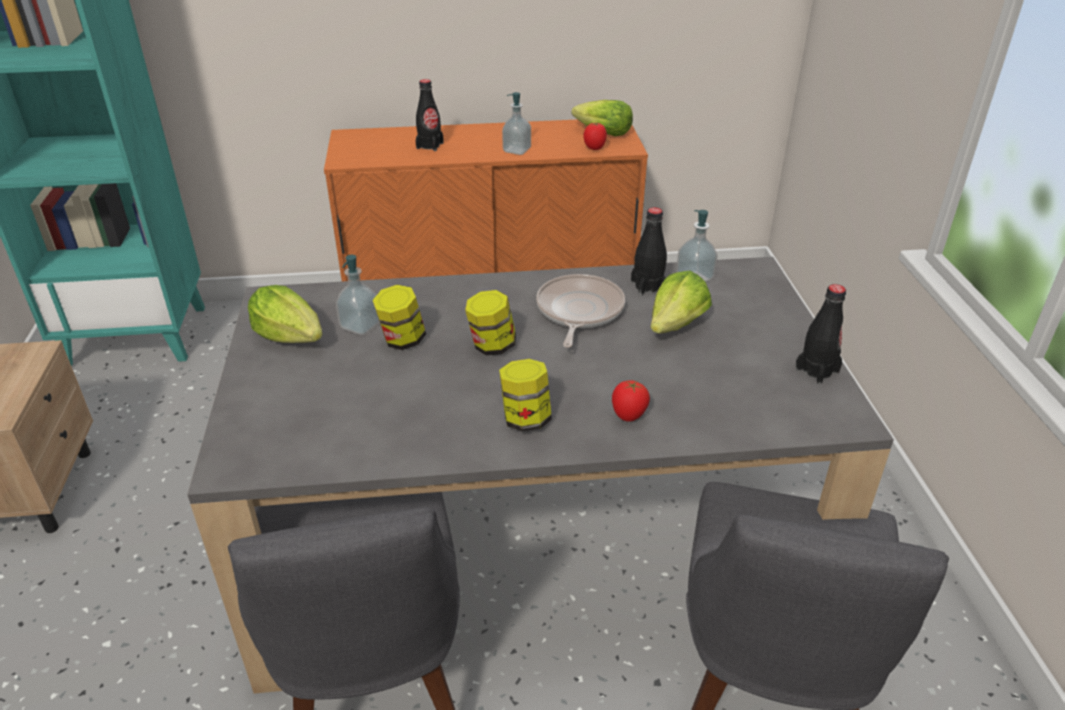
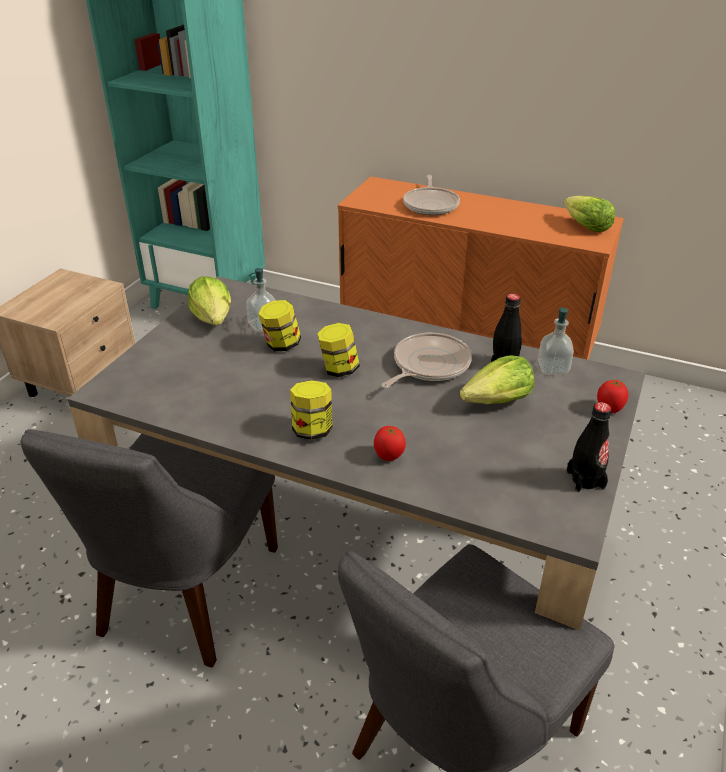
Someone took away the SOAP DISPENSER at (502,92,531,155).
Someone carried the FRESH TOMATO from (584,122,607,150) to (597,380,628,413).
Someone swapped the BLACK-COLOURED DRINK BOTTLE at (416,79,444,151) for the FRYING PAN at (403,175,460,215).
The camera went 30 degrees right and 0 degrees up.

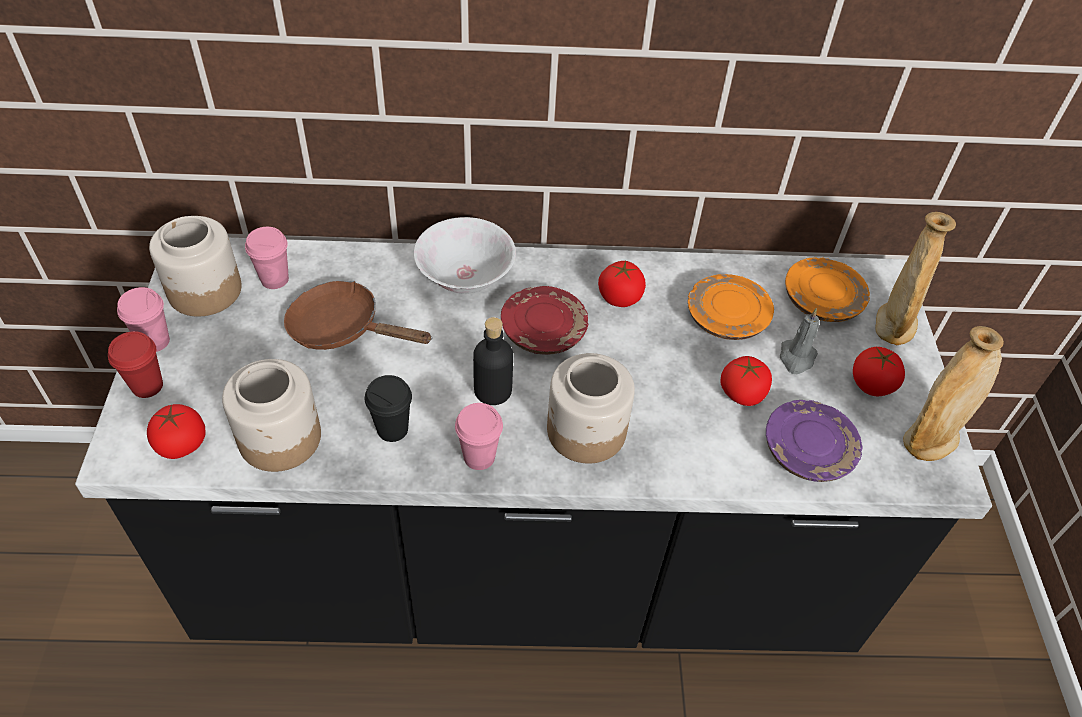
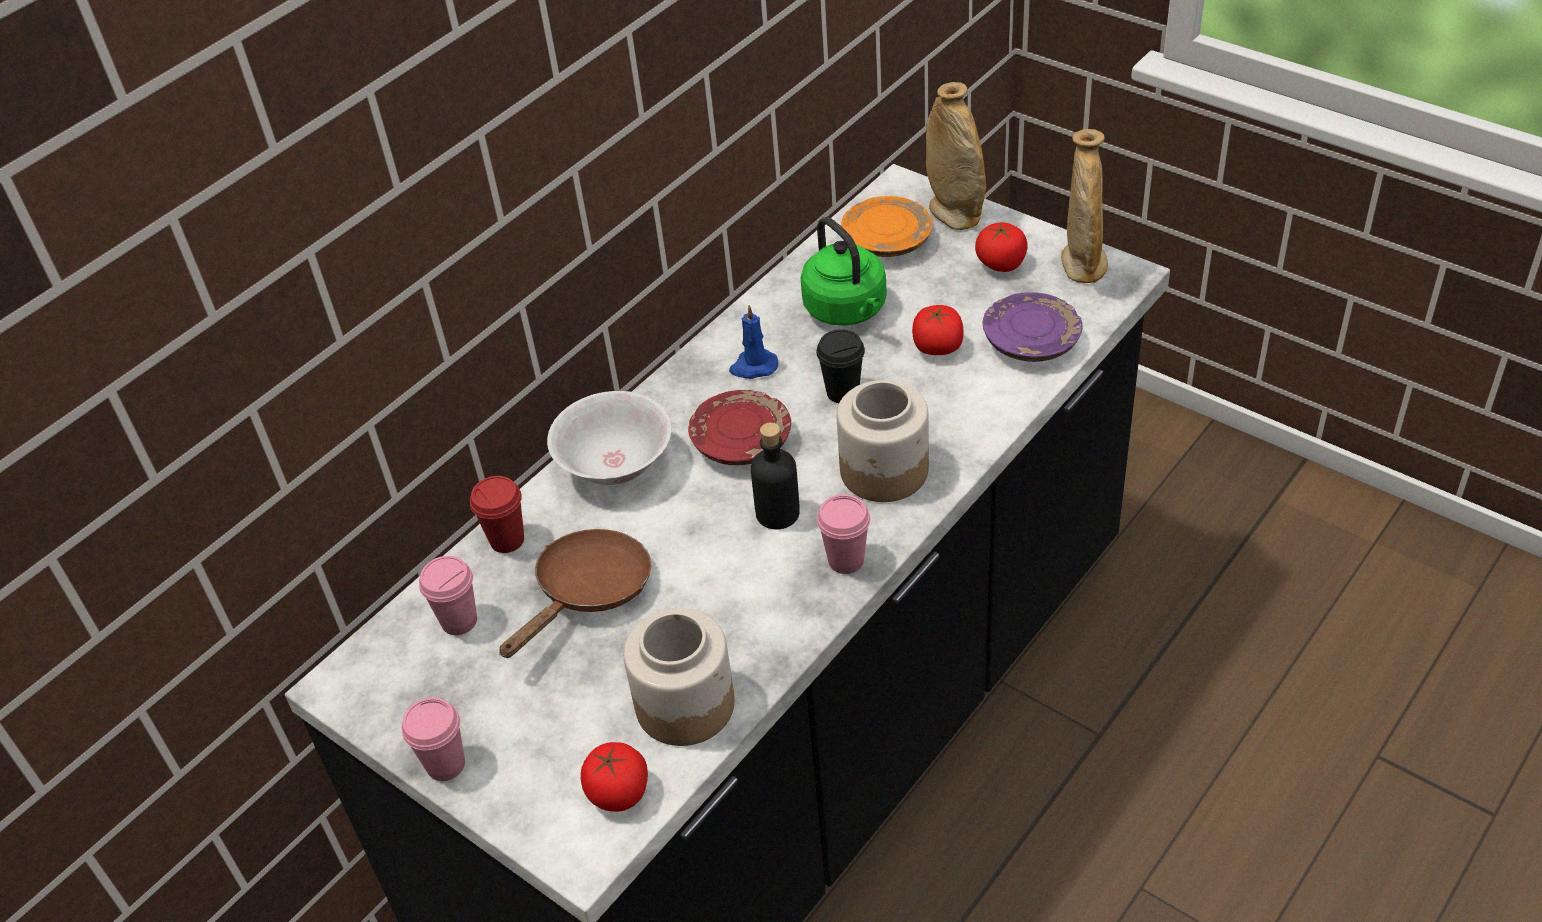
Someone took away the PRESERVE JAR at (149,216,242,317).
Someone took away the GRAY WAX LIGHT at (780,308,820,374).
Someone carried the REDDISH DRINKING CUP from (108,331,163,398) to (470,476,524,553).
Someone carried the BLACK-COLOURED DRINKING CUP from (365,375,412,442) to (816,329,865,403).
Someone swapped the FRESH TOMATO at (598,261,646,307) for the BLUE-COLOURED WAX LIGHT at (729,305,778,379).
Someone swapped the ORANGEY FLAT DISH at (688,274,774,340) for the GREENISH TEA KETTLE at (800,217,887,326).
Someone rotated the BROWNISH FRYING PAN at (284,281,432,350) by 150 degrees clockwise.
The camera went 45 degrees left and 5 degrees down.

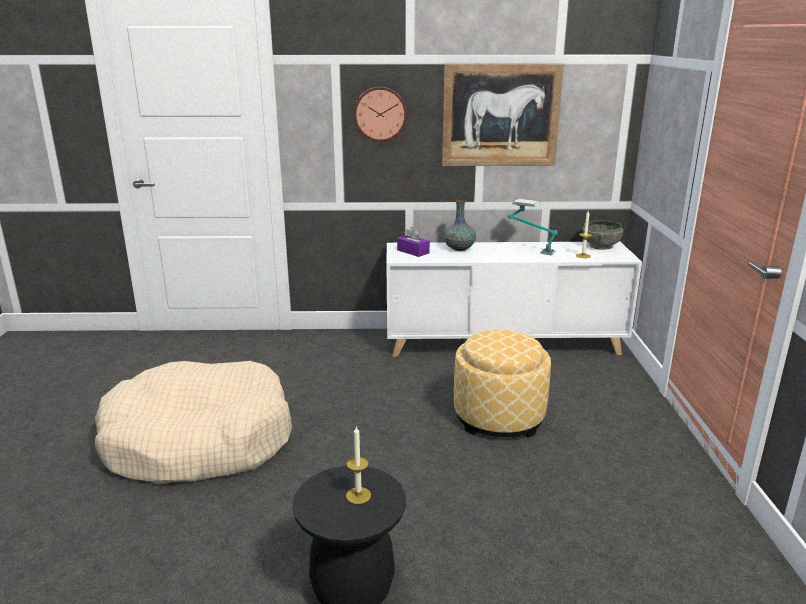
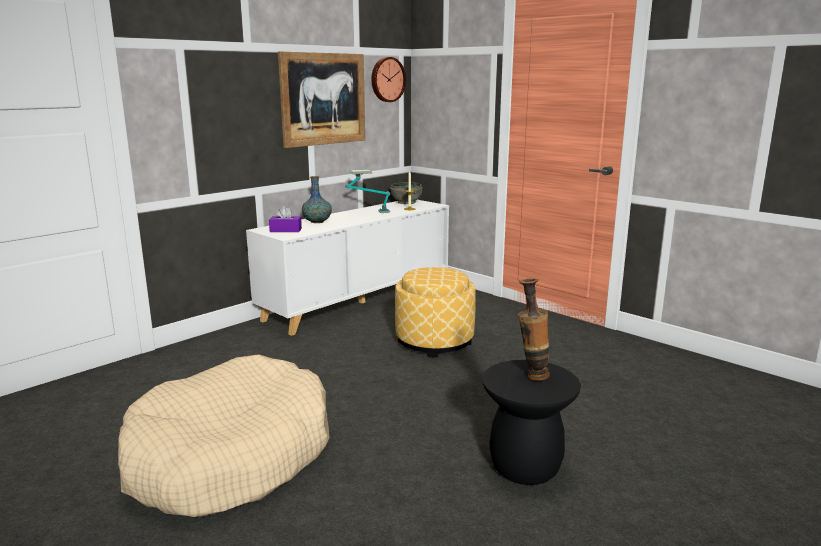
Someone carried the HANGING CLOCK from (354,87,407,142) to (371,57,406,102).
Someone swapped the WAX LIGHT at (346,426,371,504) for the FLOWER VASE at (518,279,550,381).
The camera went 45 degrees left and 5 degrees down.

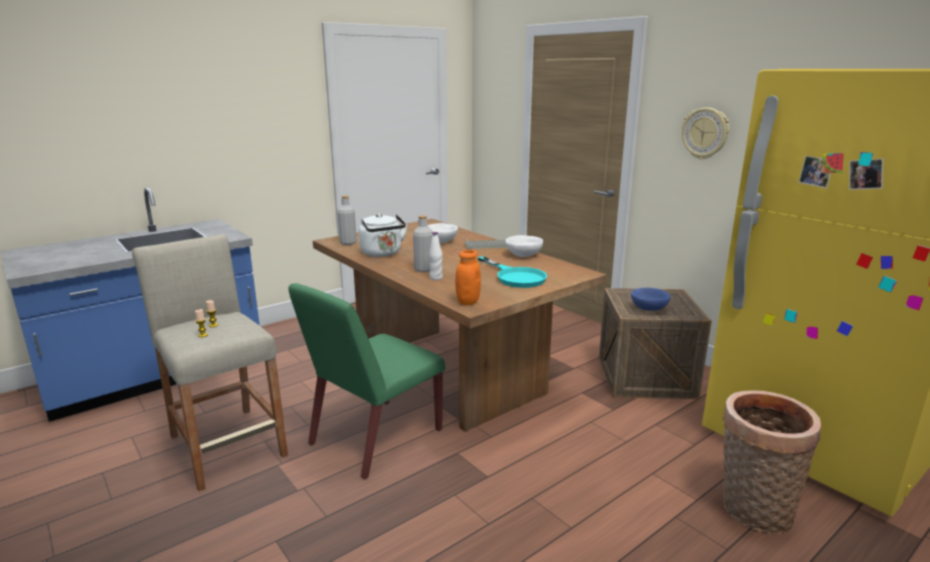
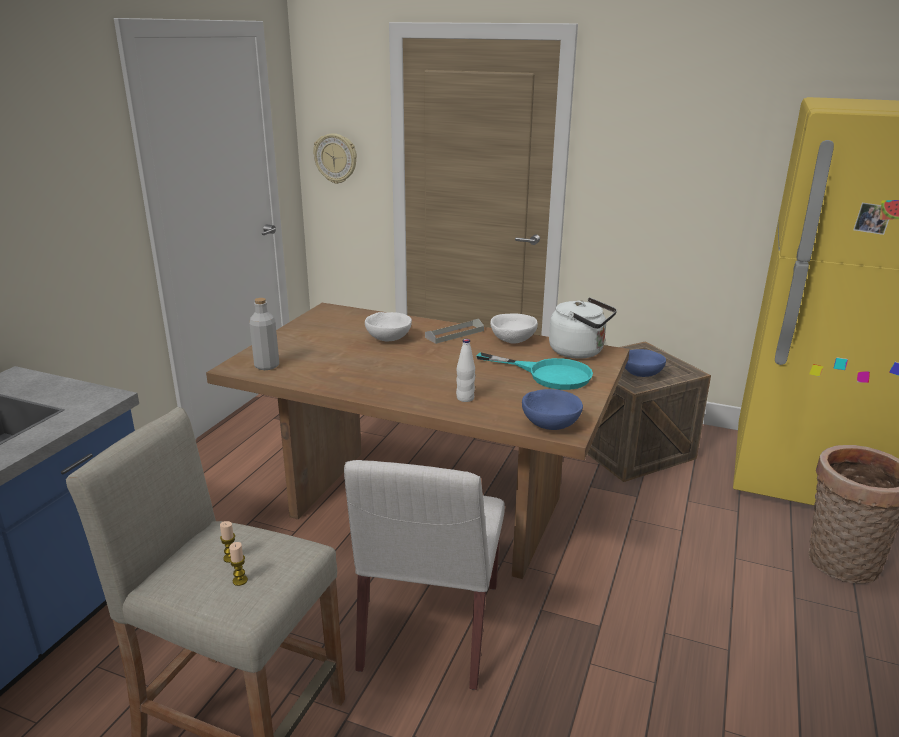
Someone took away the GRAY DRINK BOTTLE at (413,215,433,272).
Someone carried the WHITISH TEA KETTLE from (359,213,407,257) to (549,298,617,359).
Someone carried the HANGING CLOCK from (682,107,729,159) to (313,133,357,184).
Someone swapped the ORANGEY PRESERVE JAR at (455,250,481,305) for the BLUE-COLOURED SERVING BOWL at (522,389,583,430).
Someone repainted the GREENISH UPRIGHT CHAIR at (289,283,445,480), which became the WHITISH UPRIGHT CHAIR at (344,460,505,690).
The camera went 30 degrees left and 5 degrees up.

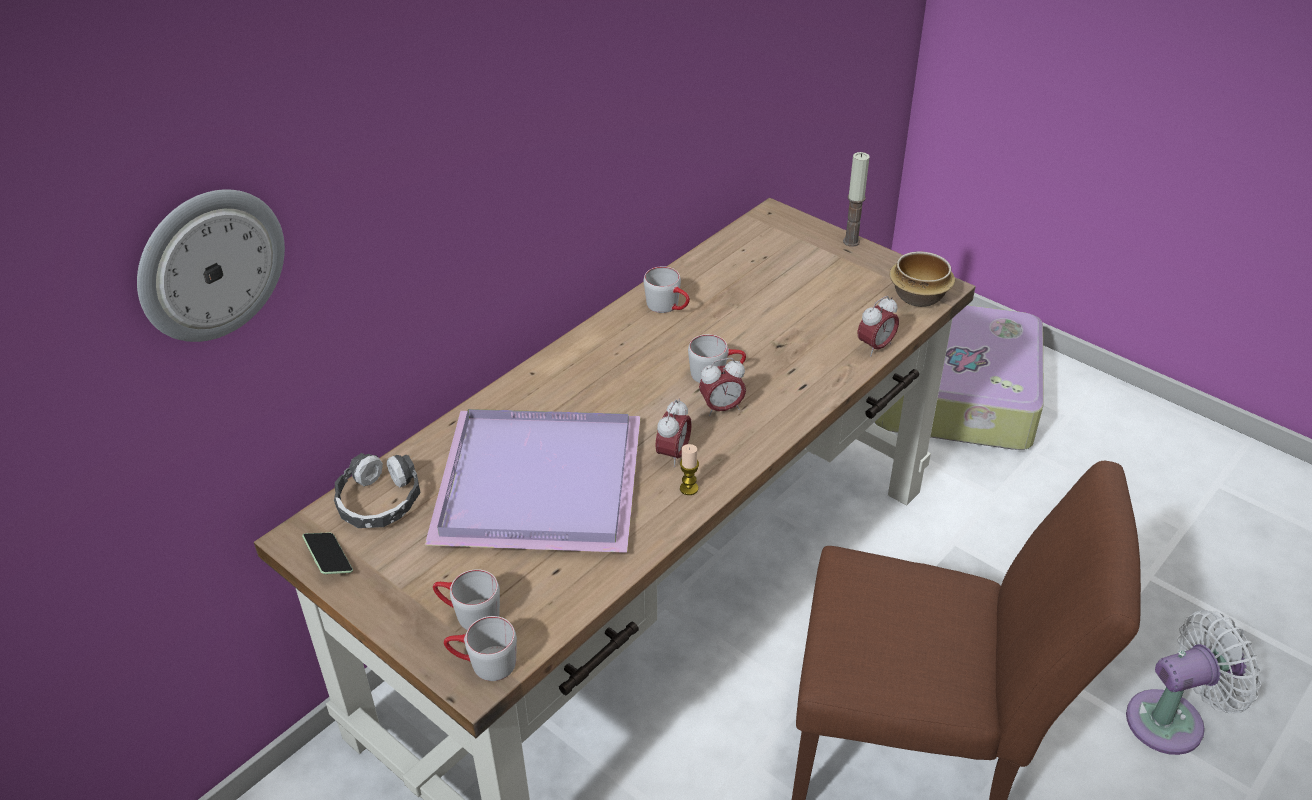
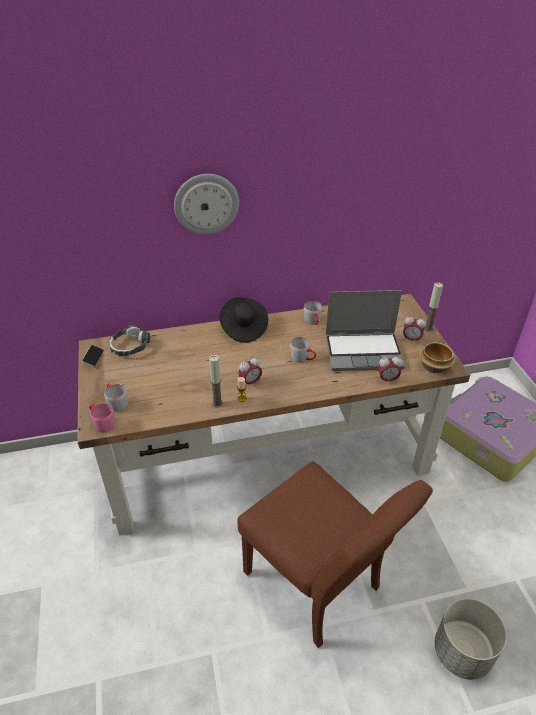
Someone took away the PURPLISH SERVING TRAY at (425,409,641,553).
Someone put down the WAX LIGHT at (209,355,223,408).
Someone put down the BLACK-COLOURED WEARABLE HAT at (220,298,268,343).
Someone put down the NOTEBOOK COMPUTER at (325,290,405,371).
Someone carried the HANGING CLOCK from (137,189,285,342) to (174,174,239,234).
Someone carried the BEDSIDE CLOCK from (699,358,746,416) to (403,315,426,343).
Someone swapped the WHITISH ELECTRIC FAN at (1126,610,1261,755) for the GRAY PLANTER at (435,598,507,680).
Someone repainted the GRAY COFFEE MUG at (444,616,517,681), which became the PINKISH COFFEE MUG at (89,403,115,432).
The camera went 35 degrees right and 0 degrees up.

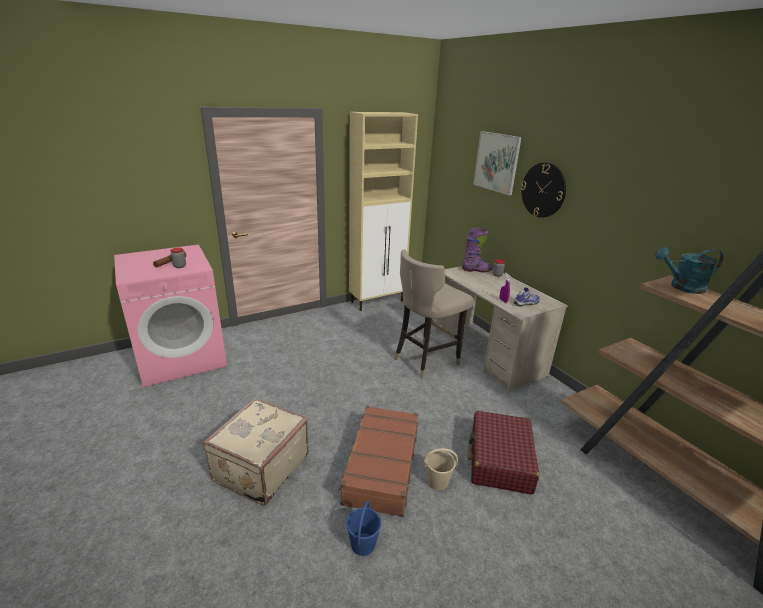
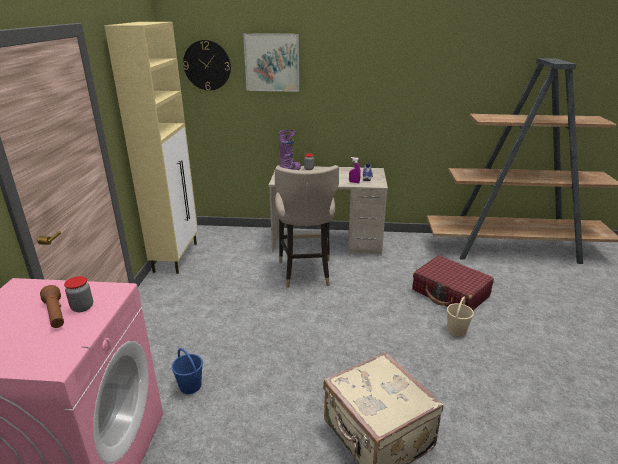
Someone took away the BROWNISH PIECE OF LUGGAGE at (338,406,418,517).
Someone took away the TURQUOISE-COLOURED SPRINKLING CAN at (655,247,724,294).
Someone carried the BLUE-COLOURED WATER BUCKET from (346,501,381,556) to (172,348,203,394).
Someone carried the HANGING CLOCK from (521,162,566,218) to (183,40,231,91).
The camera went 55 degrees left and 0 degrees up.

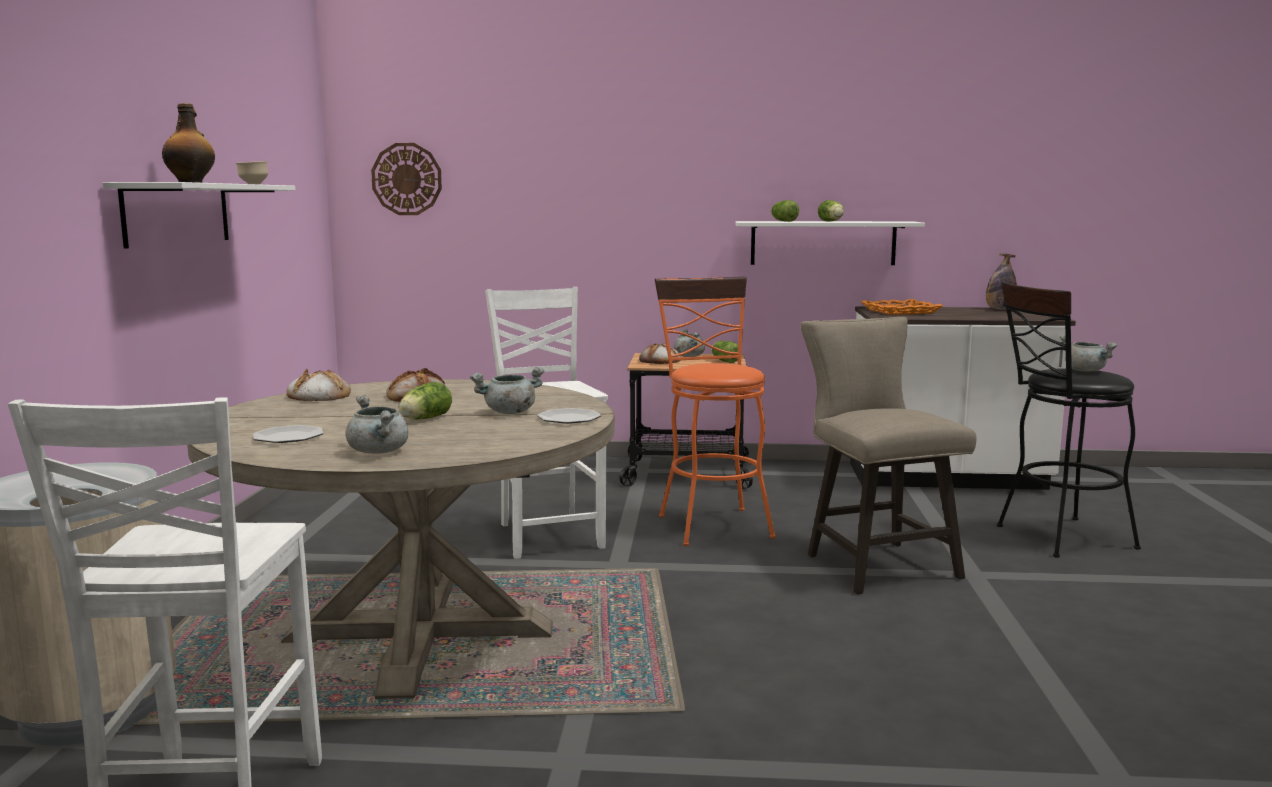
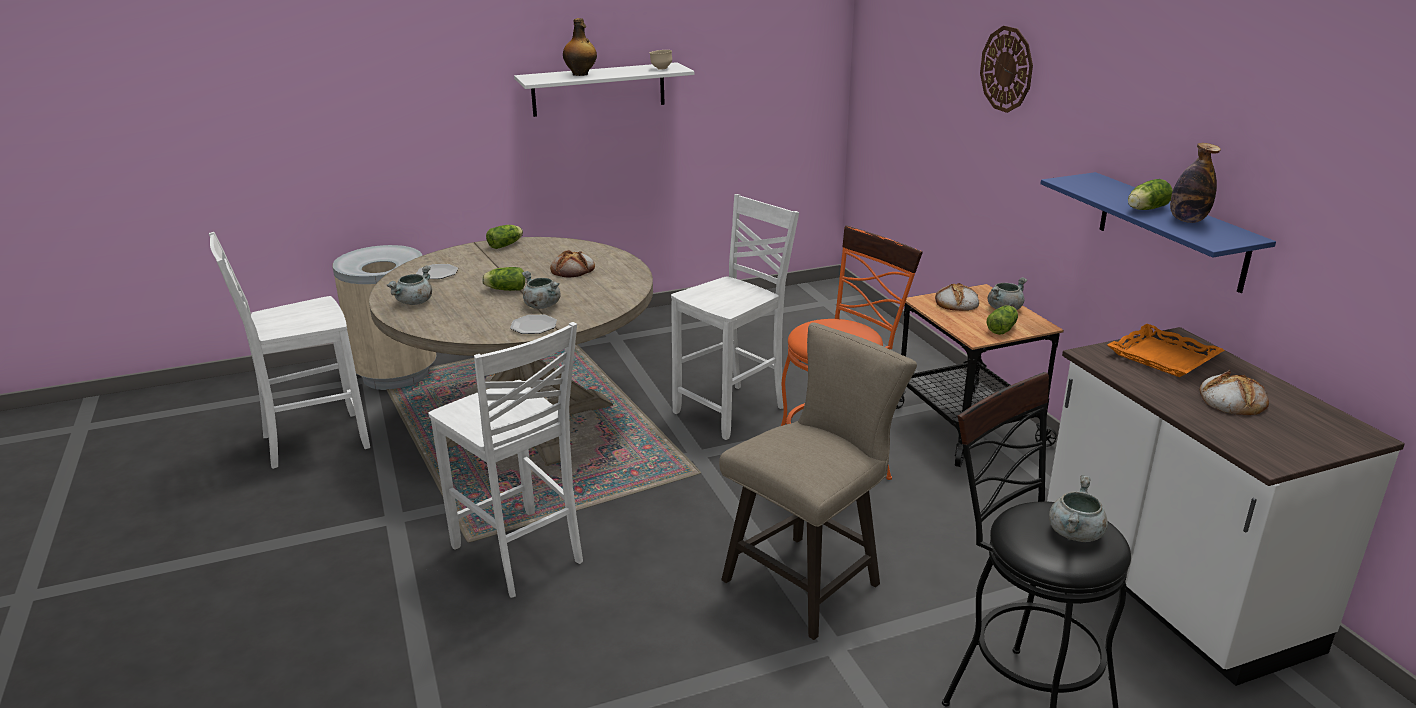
Someone put down the WHITISH UPRIGHT CHAIR at (428,322,583,598).
Someone carried the BAKED BREAD from (287,369,351,401) to (1200,370,1269,415).
Someone carried the HANGING CLOCK from (371,143,442,215) to (980,26,1033,113).
Someone carried the LETTUCE HEAD from (771,200,799,222) to (486,225,523,249).
Someone carried the DRINK BOTTLE from (986,254,1017,310) to (1170,143,1221,223).
Someone repainted the WHITISH WALL SHELF at (735,221,925,265), which became the BLUE-COLOURED WALL SHELF at (1040,172,1276,293).
The camera went 65 degrees right and 15 degrees up.

